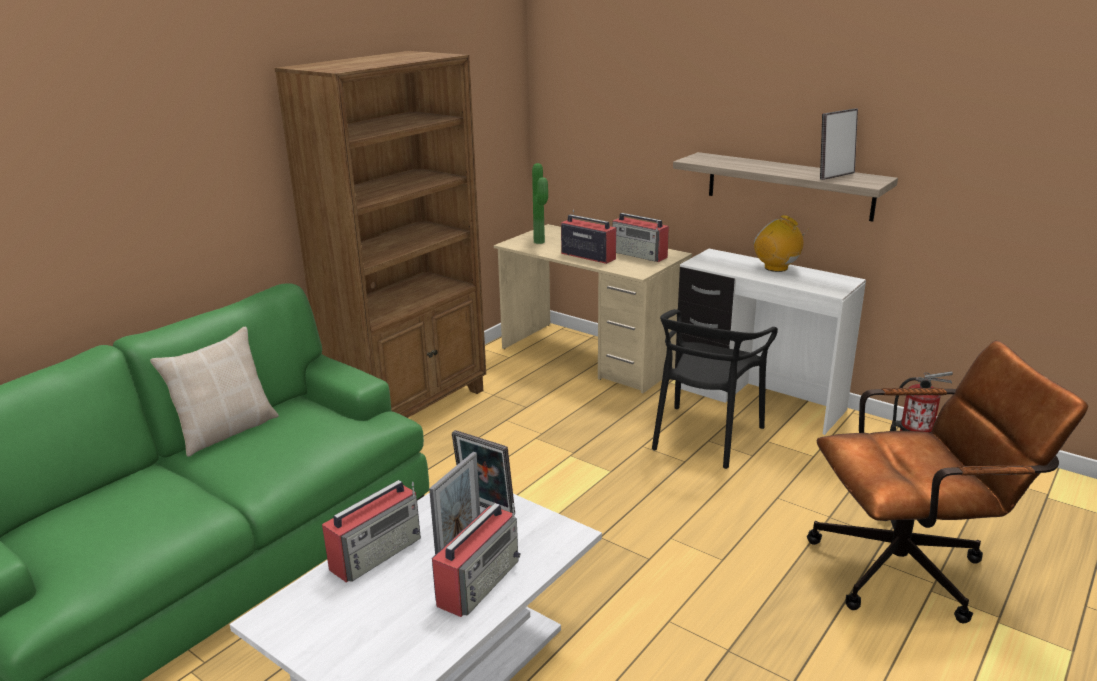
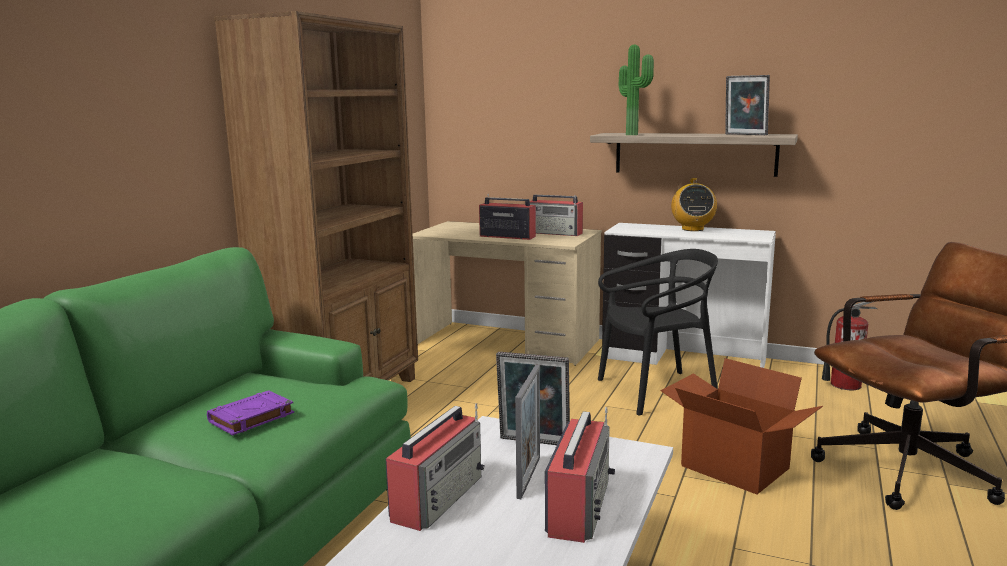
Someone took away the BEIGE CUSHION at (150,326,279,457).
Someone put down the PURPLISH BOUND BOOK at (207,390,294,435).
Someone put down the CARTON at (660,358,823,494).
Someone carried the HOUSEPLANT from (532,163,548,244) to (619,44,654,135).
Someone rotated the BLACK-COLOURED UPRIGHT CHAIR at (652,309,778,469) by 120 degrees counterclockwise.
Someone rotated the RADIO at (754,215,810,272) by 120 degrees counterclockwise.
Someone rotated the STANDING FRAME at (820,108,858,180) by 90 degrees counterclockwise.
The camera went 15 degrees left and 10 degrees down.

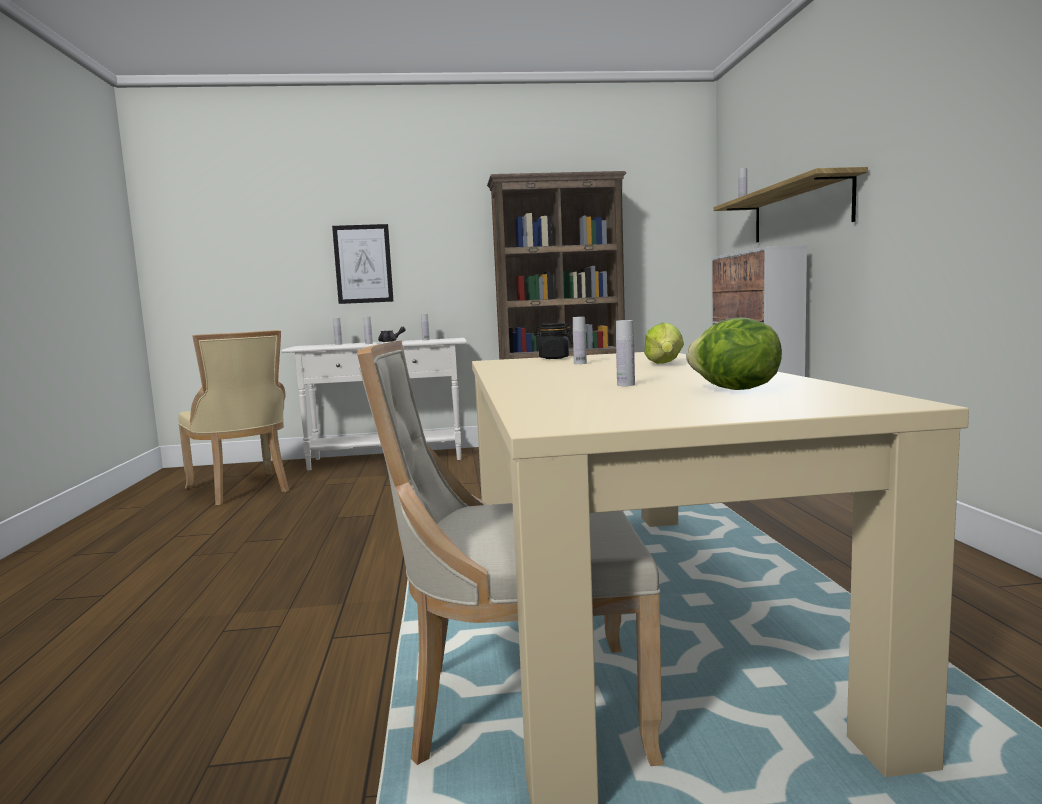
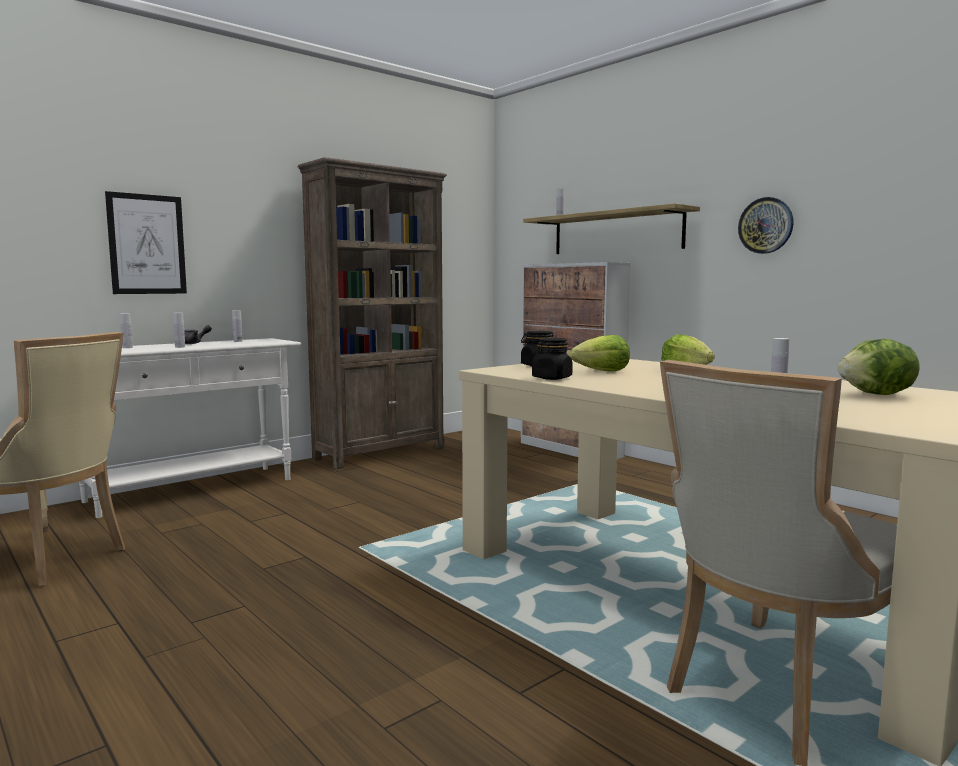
Someone put down the BLACK-COLOURED PRESERVE JAR at (532,338,572,380).
Someone put up the HANGING CLOCK at (738,197,794,254).
Someone swapped the WHITISH DRINK BOTTLE at (573,317,587,364) for the LETTUCE HEAD at (570,335,630,372).
The camera went 35 degrees left and 0 degrees up.

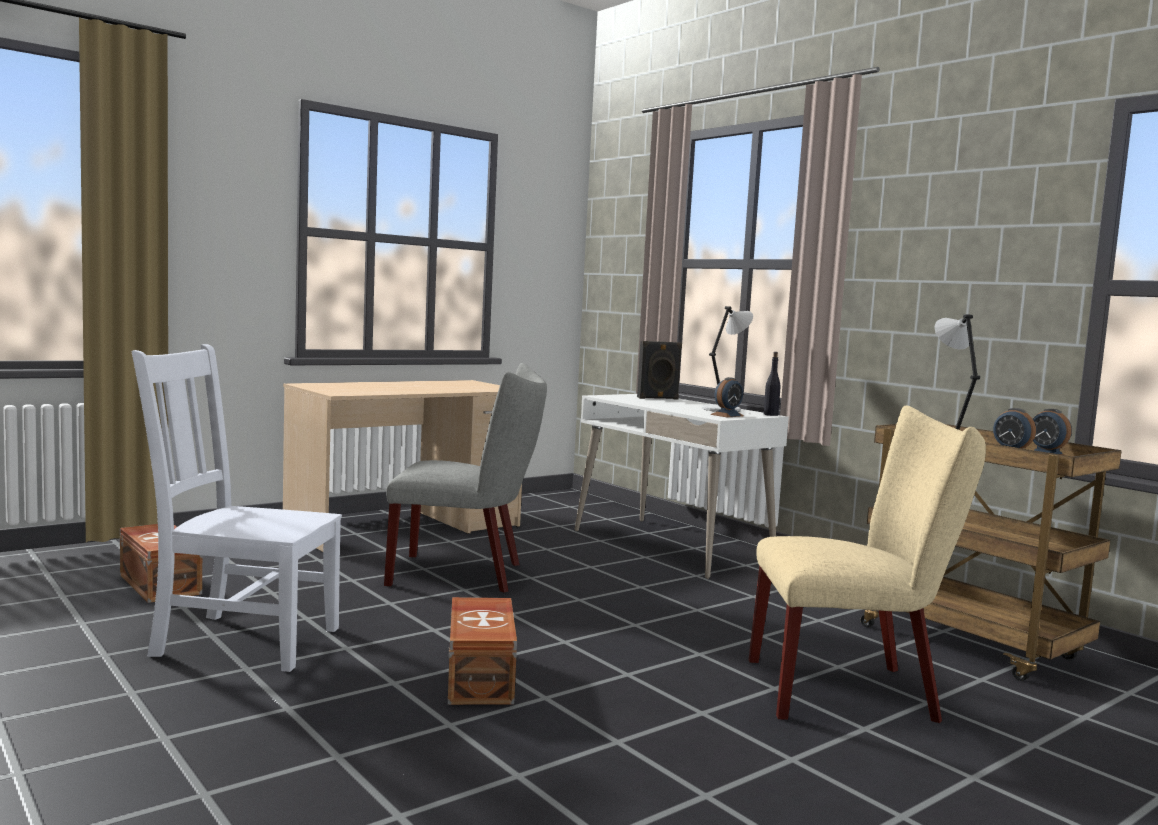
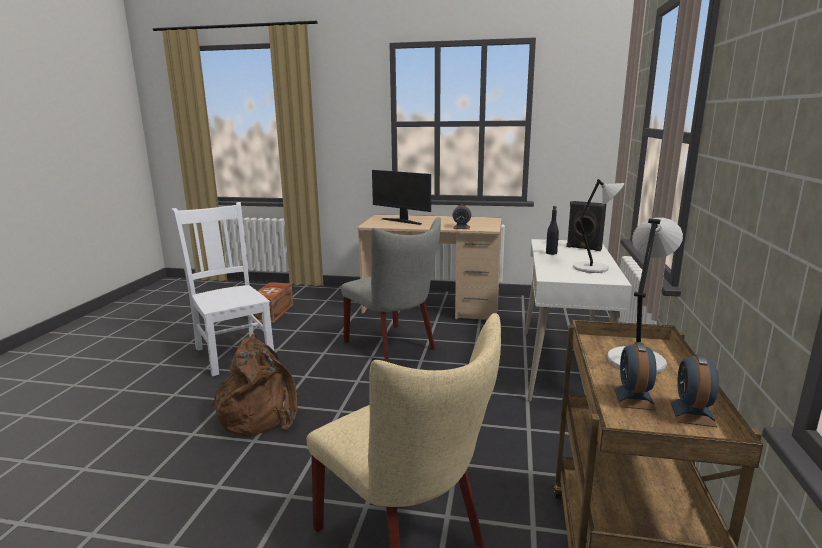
Someone put down the COMPUTER SCREEN at (372,170,431,225).
Someone carried the BEDSIDE CLOCK from (711,377,744,417) to (452,205,471,229).
Someone carried the BLACK-COLOURED DRINK BOTTLE from (763,352,780,416) to (546,206,559,255).
Someone swapped the BROWNISH STORAGE BOX at (448,597,517,705) for the BROWNISH RUCKSACK at (212,334,298,437).
The camera went 50 degrees right and 10 degrees up.

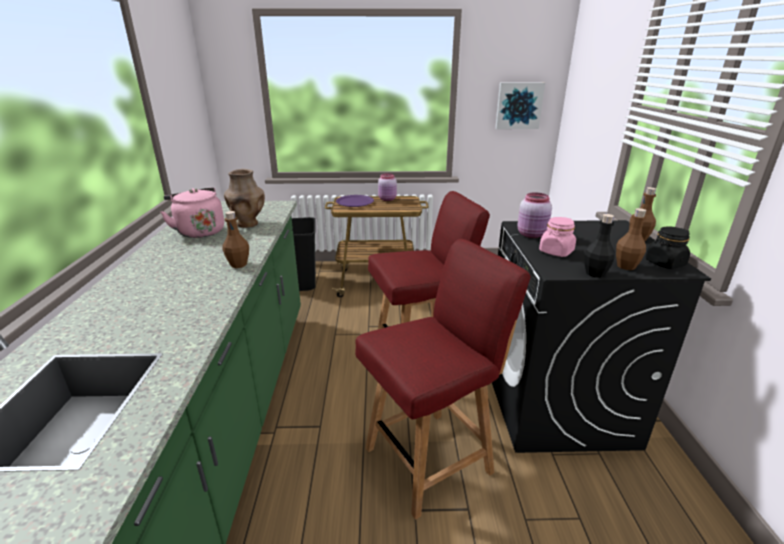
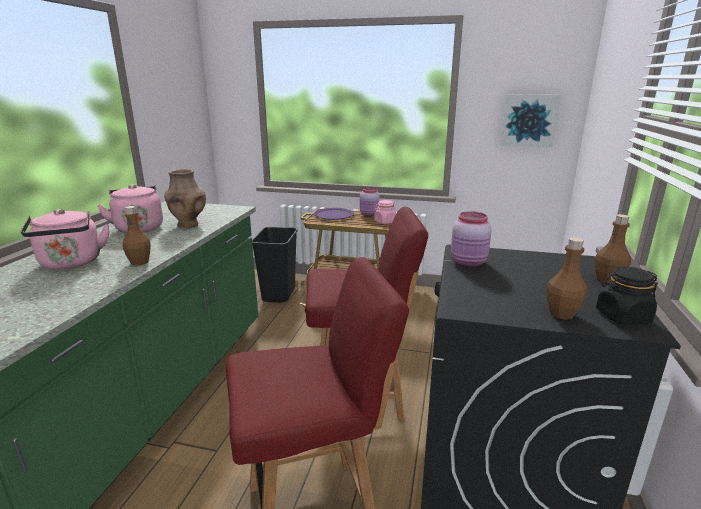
Someone took away the BLACK-COLOURED DRINK BOTTLE at (584,214,615,278).
Someone put down the PINKISH TEA KETTLE at (21,209,110,270).
Someone carried the PINKISH PRESERVE JAR from (539,217,576,257) to (374,200,396,224).
The camera went 15 degrees right and 5 degrees down.

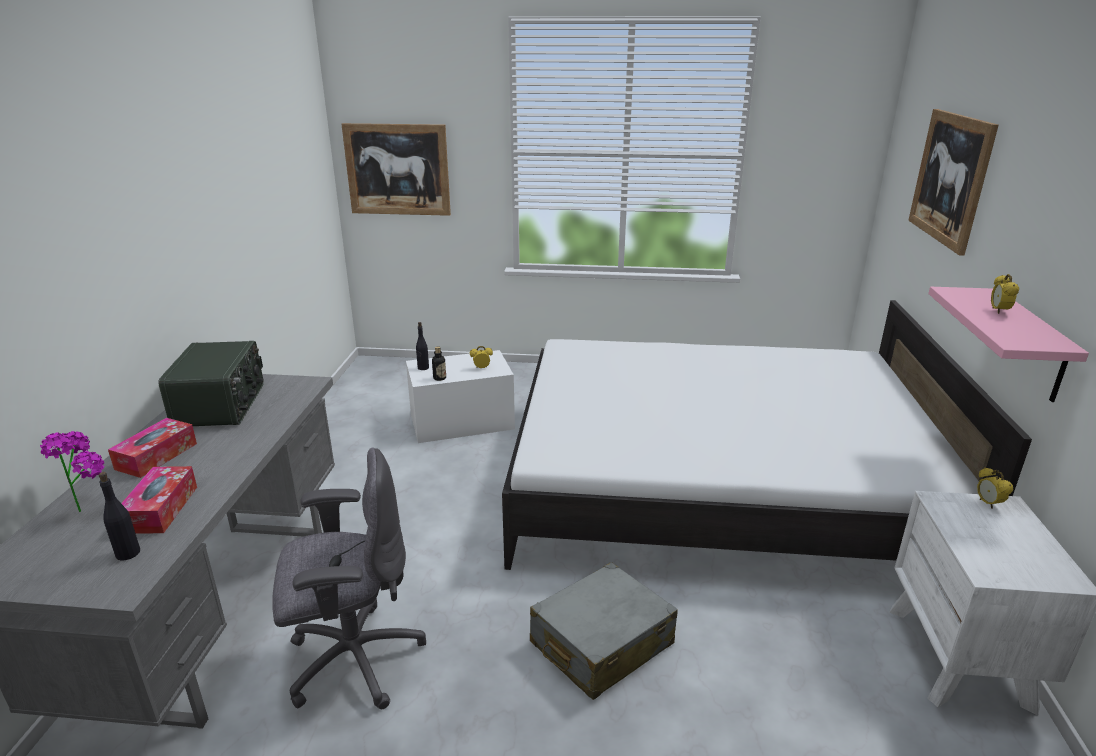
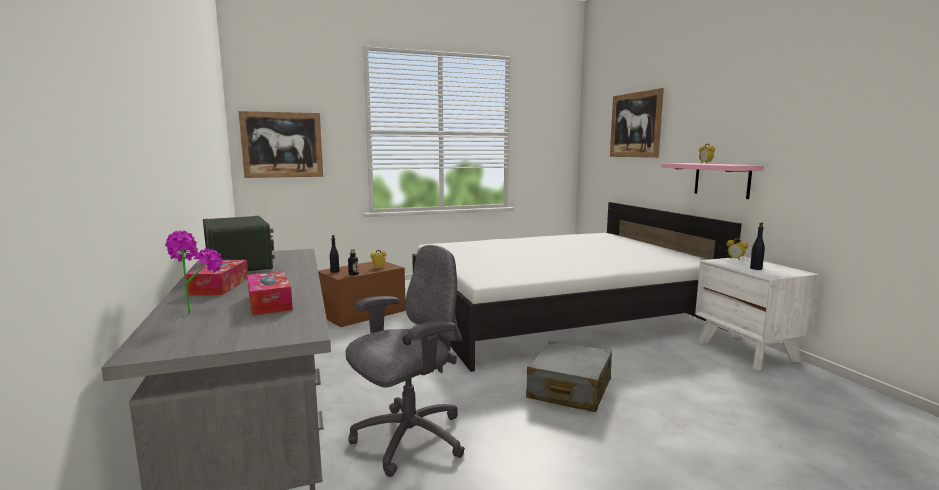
Someone carried the BLACK-COLOURED DRINK BOTTLE from (99,472,140,560) to (750,223,765,270).
Someone repainted the WHITISH STORAGE BOX at (406,350,515,443), which became the BROWNISH STORAGE BOX at (318,262,406,327).
The camera went 25 degrees left and 15 degrees down.

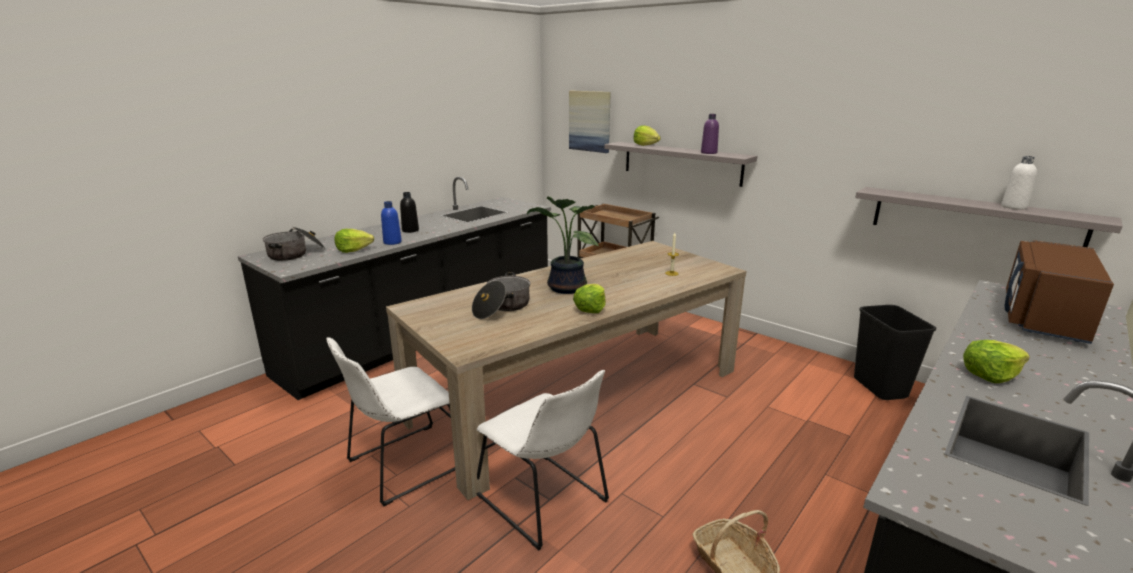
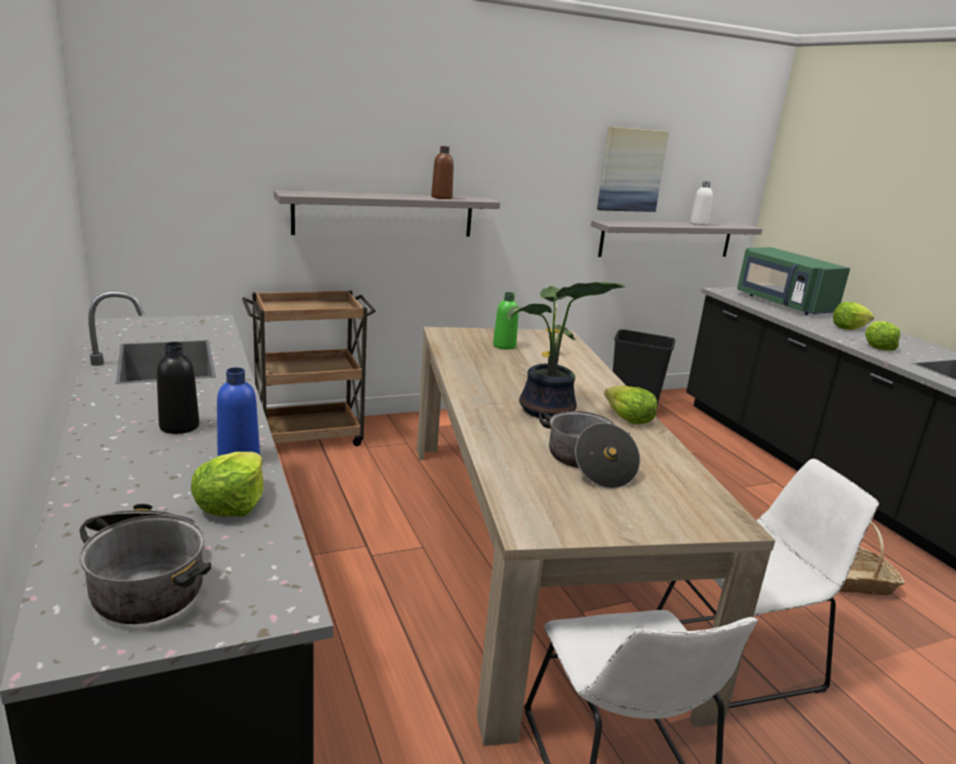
Someone put down the GREENISH DRINK BOTTLE at (493,292,519,350).
Someone carried the PICTURE from (569,91,611,153) to (597,127,669,212).
Someone carried the LETTUCE HEAD from (633,125,661,146) to (833,302,874,330).
Someone repainted the PURPLISH DRINK BOTTLE at (701,114,719,154), which became the BROWNISH DRINK BOTTLE at (431,146,454,199).
Someone repainted the BROWNISH KITCHEN MICROWAVE at (1004,240,1114,344), which became the GREENISH KITCHEN MICROWAVE at (737,247,850,315).
The camera went 65 degrees left and 0 degrees up.

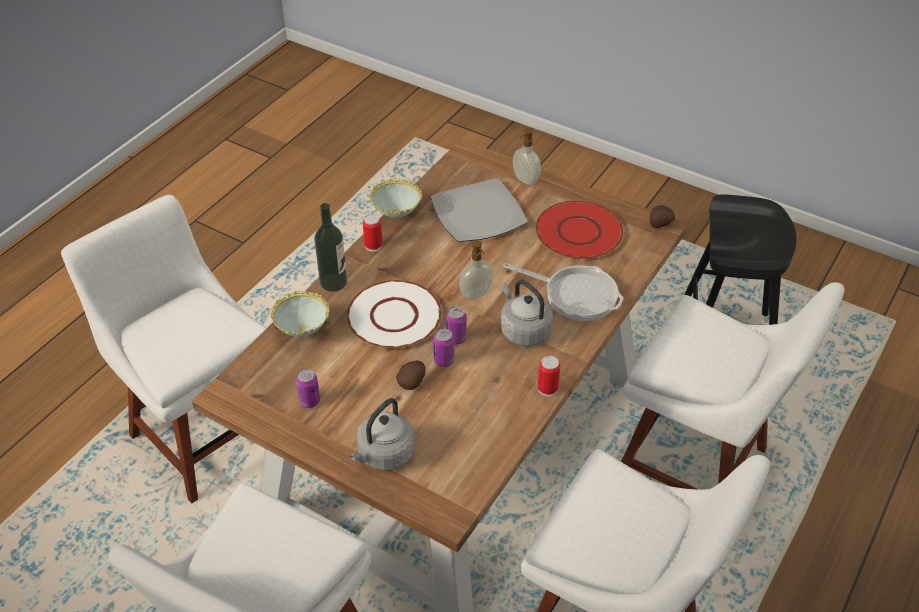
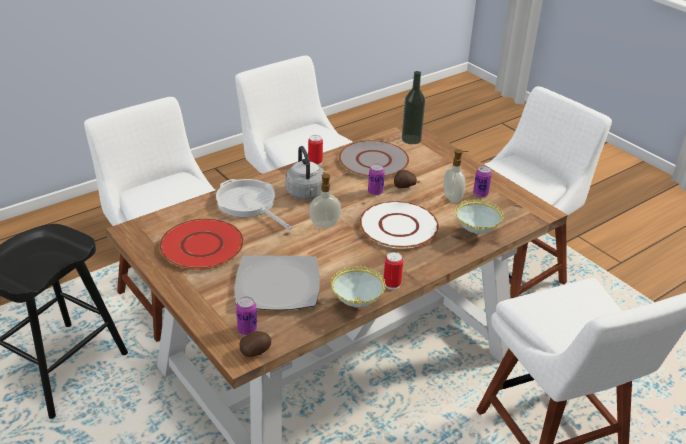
Someone took away the GRAY TEA KETTLE at (349,398,415,471).
Someone put down the GRAY FLAT DISH at (339,140,409,178).
Someone carried the DRINK BOTTLE from (314,203,347,292) to (402,71,425,144).
Someone carried the METAL CAN from (446,306,467,345) to (236,297,257,335).
Someone carried the SOAP DISPENSER from (513,128,541,185) to (443,149,468,203).
Someone carried the POTATO from (650,205,675,228) to (239,331,271,357).
The camera went 160 degrees left and 10 degrees down.

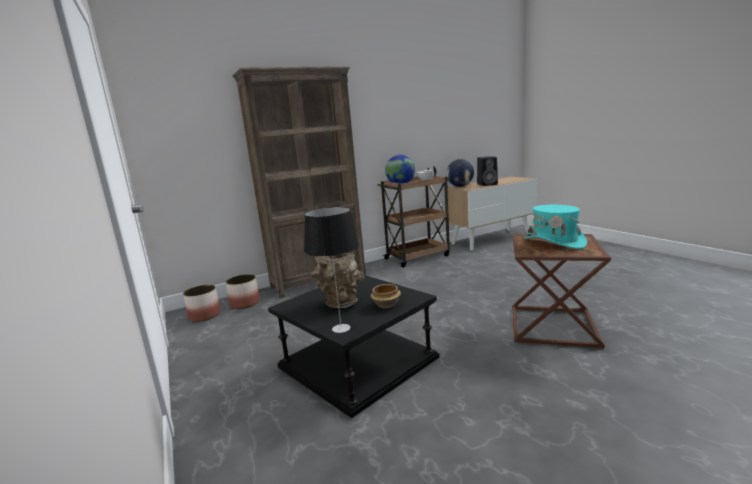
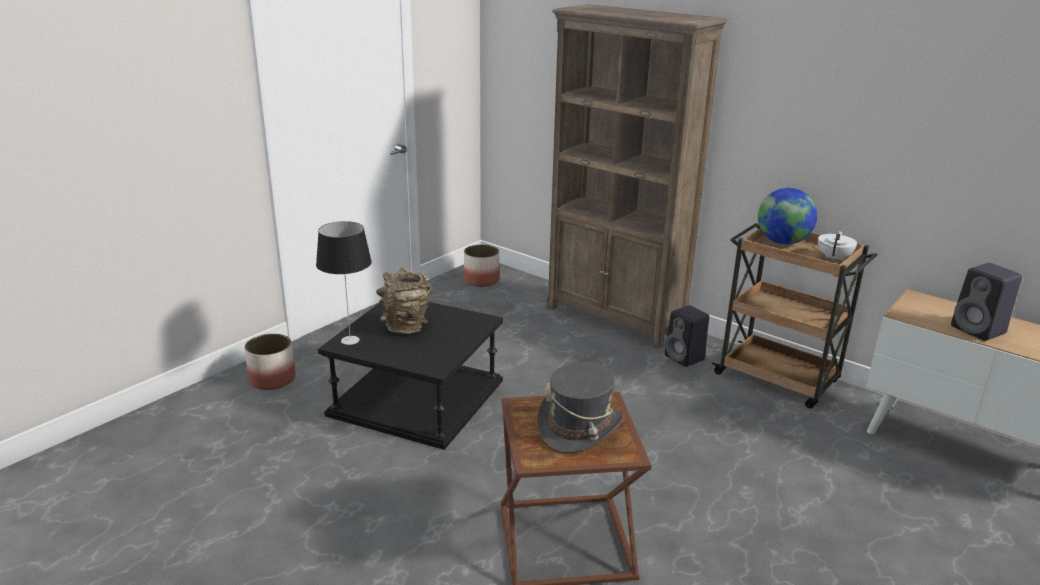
Someone took away the SERVING BOWL at (371,284,401,308).
Someone took away the WORLD GLOBE at (446,159,474,187).
Someone put down the BLACK-COLOURED SPEAKER at (665,305,709,367).
Someone carried the PLANTER from (226,274,260,309) to (244,334,295,390).
Someone repainted the TURQUOISE-COLOURED WEARABLE HAT at (524,205,587,249), which became the GRAY WEARABLE HAT at (536,362,624,454).
The camera went 65 degrees right and 10 degrees up.

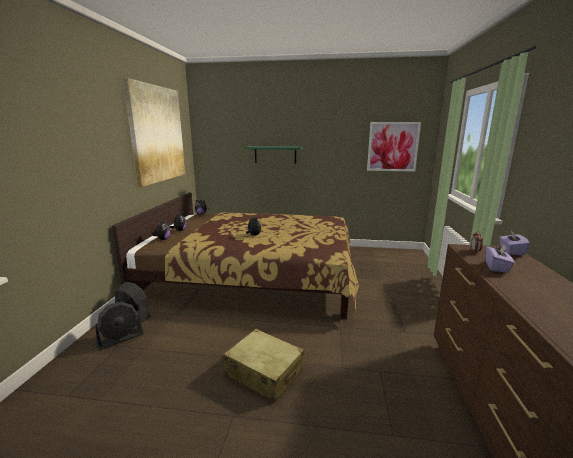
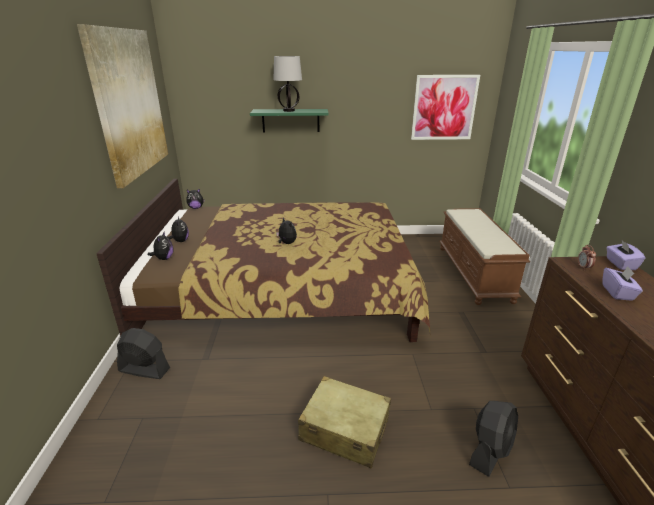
Someone put down the TABLETOP LAMP at (274,56,302,112).
Someone put down the BROWNISH LONG SEAT at (439,208,530,305).
Someone carried the BLACK-COLOURED ELECTRIC FAN from (96,302,143,350) to (469,401,518,477).
The camera went 10 degrees left and 10 degrees up.

